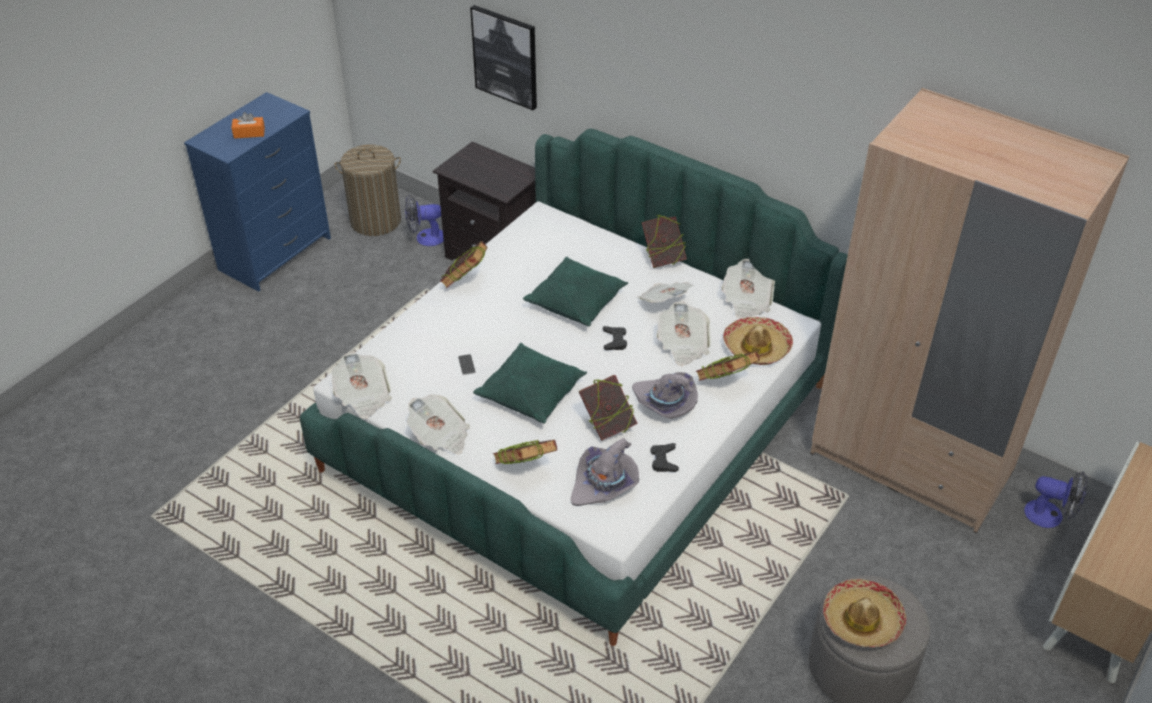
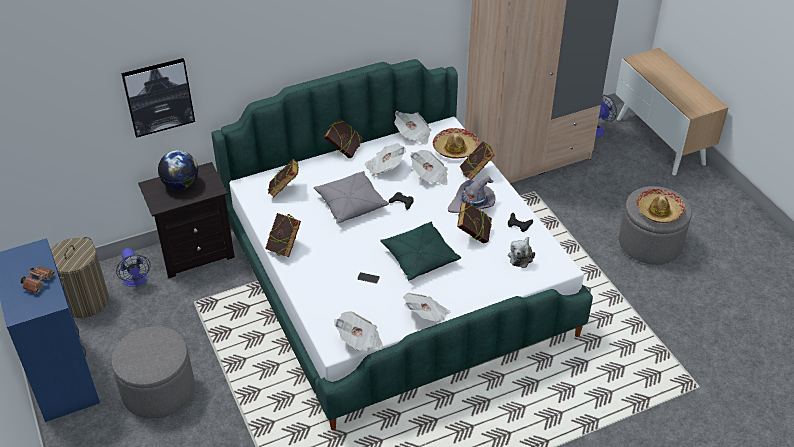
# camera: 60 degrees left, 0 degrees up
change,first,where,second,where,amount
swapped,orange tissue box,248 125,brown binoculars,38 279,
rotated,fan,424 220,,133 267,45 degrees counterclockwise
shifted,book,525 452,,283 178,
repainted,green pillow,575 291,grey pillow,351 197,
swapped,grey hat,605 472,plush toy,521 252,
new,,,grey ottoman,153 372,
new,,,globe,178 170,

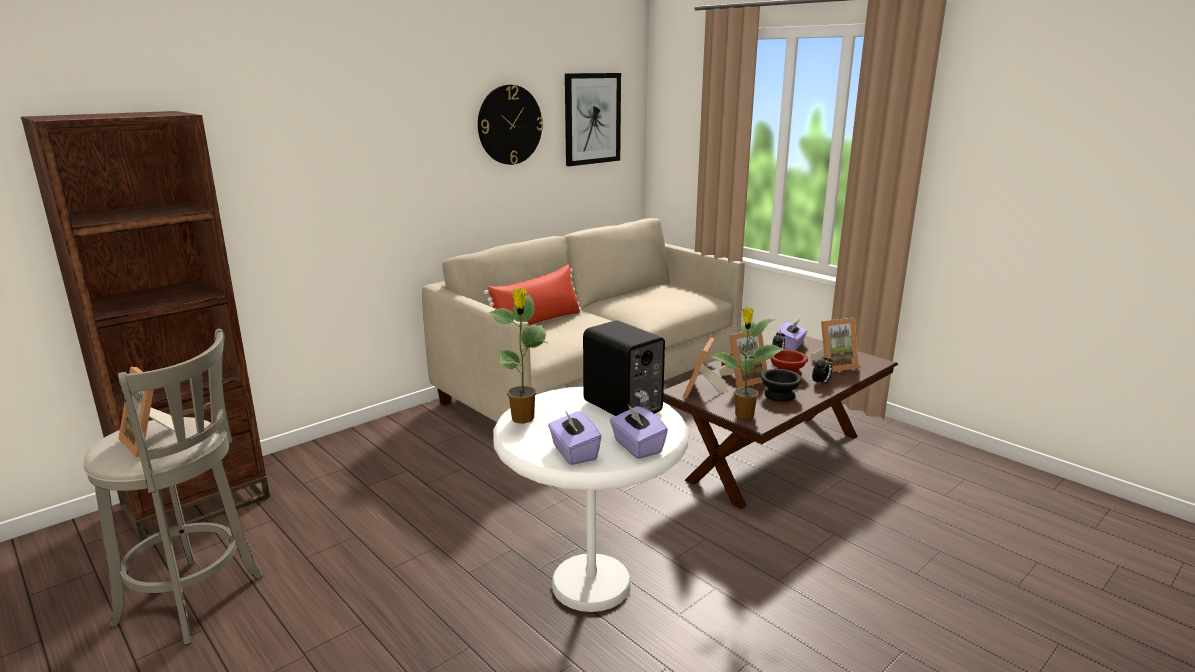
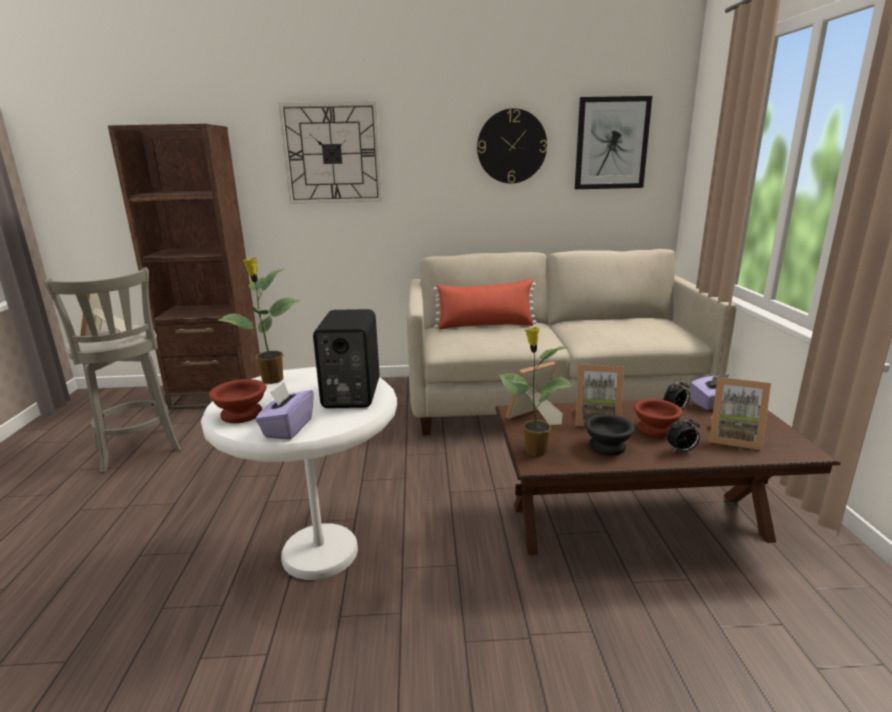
# camera: 40 degrees right, 0 degrees up
change,first,where,second,where,amount
swapped,purple tissue box,575 438,brown bowl,237 401,
new,,,wall clock,330 153,

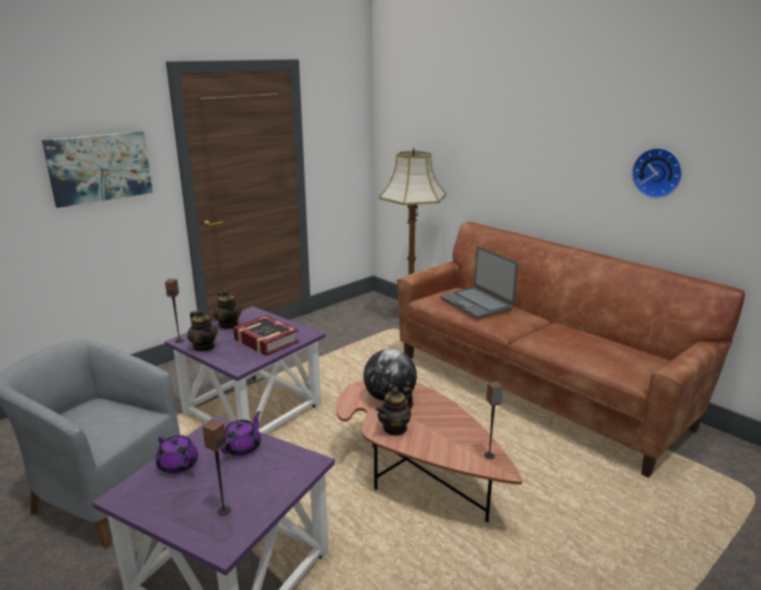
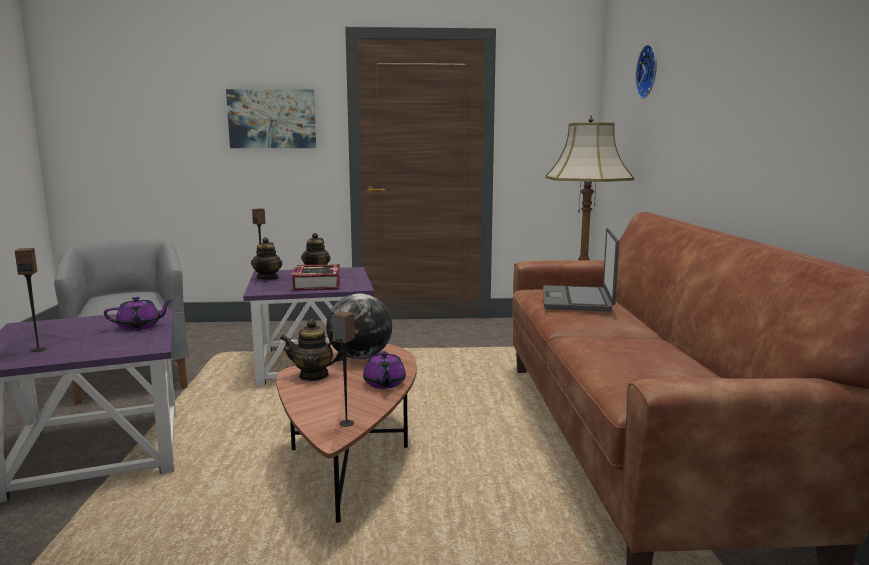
# camera: 40 degrees right, 10 degrees down
change,first,where,second,where,amount
shifted,purple teapot,177 454,,384 370,
shifted,wall clock,657 173,,646 71,

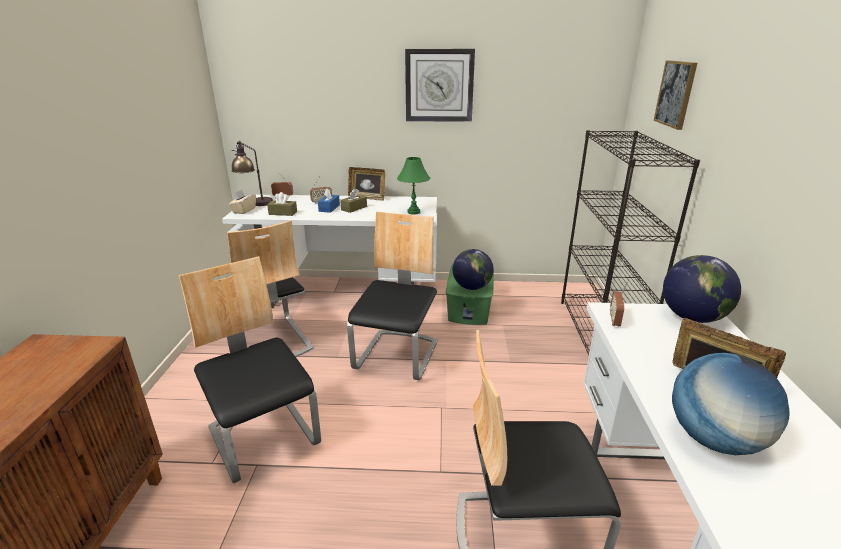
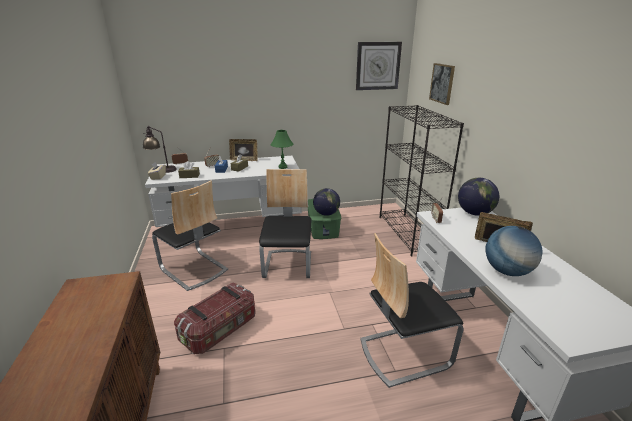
# camera: 15 degrees left, 0 degrees up
change,first,where,second,where,amount
swapped,chair,250 370,storage box,214 318,
shifted,wall clock,440 85,,379 66,

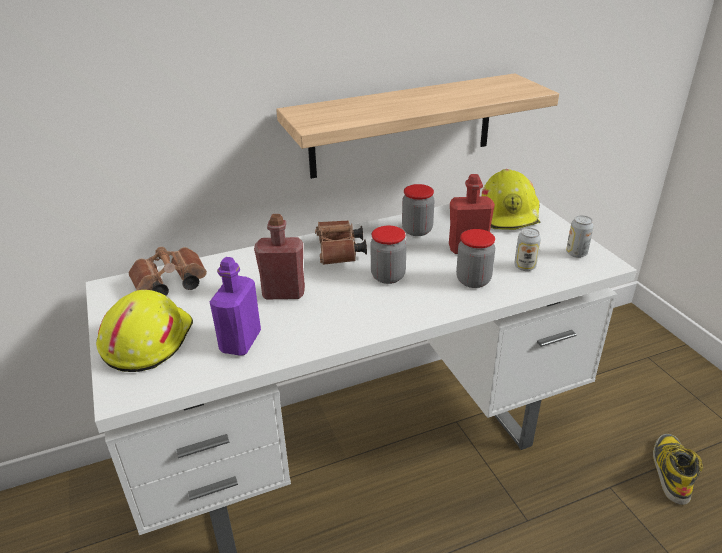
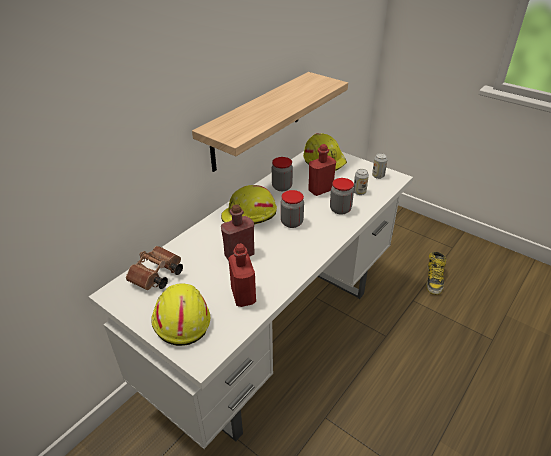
# camera: 30 degrees left, 5 degrees up
change,first,where,second,where,amount
repainted,purple bottle,235 306,red bottle,242 275,
swapped,brown binoculars,341 242,yellow hard hat,249 205,
rotated,boot,678 469,,436 273,150 degrees counterclockwise

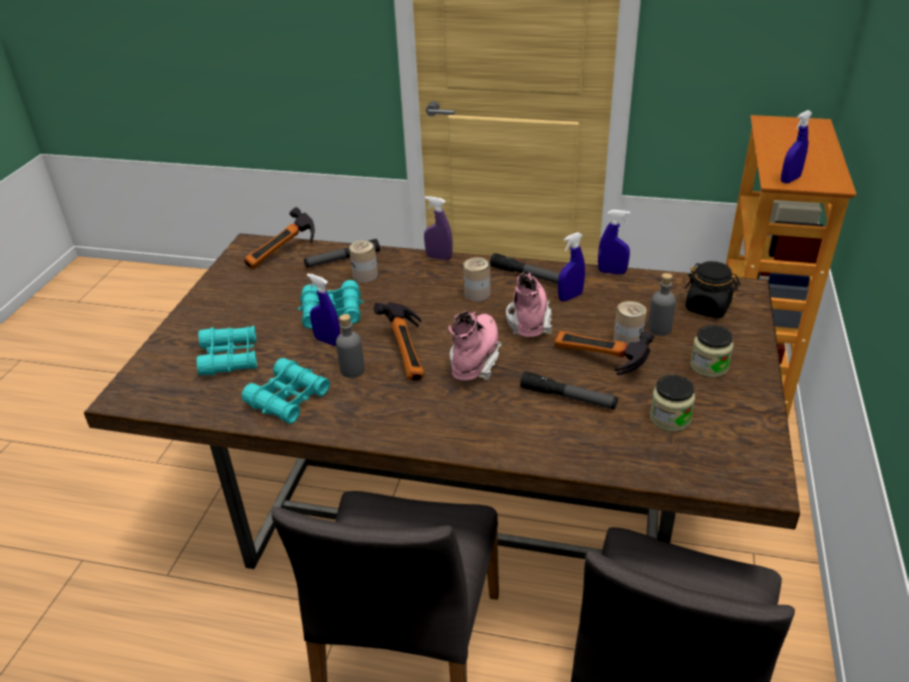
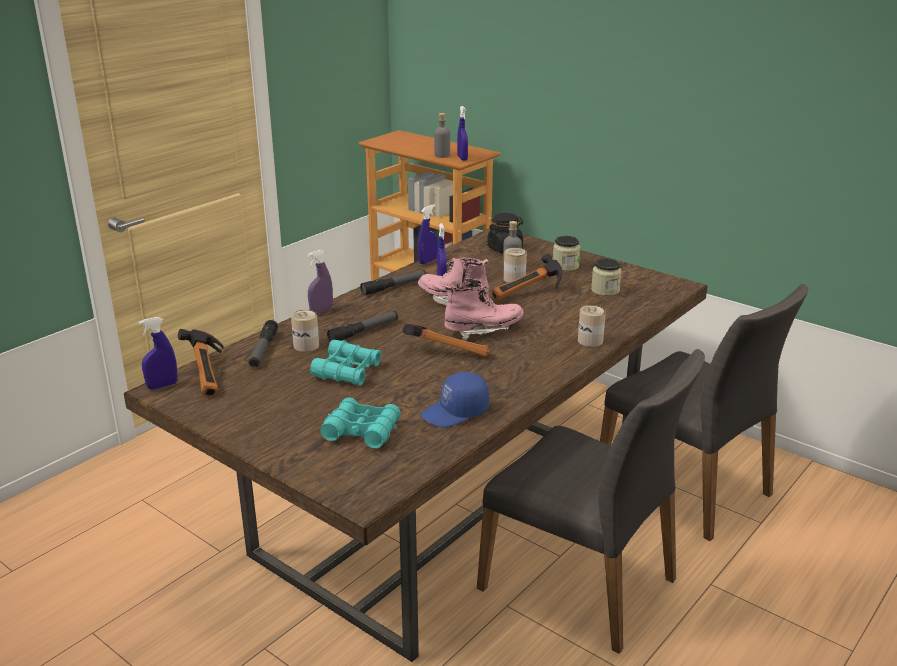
# camera: 65 degrees left, 10 degrees down
change,first,where,second,where,amount
swapped,turquoise binoculars,286 391,blue cap,455 400,
shifted,blue spray bottle,323 309,,158 353,
shifted,grey bottle,350 346,,442 135,
rotated,pink boot,475 345,,484 309,120 degrees clockwise
shifted,can,477 279,,592 326,
shifted,flashlight,569 390,,362 326,

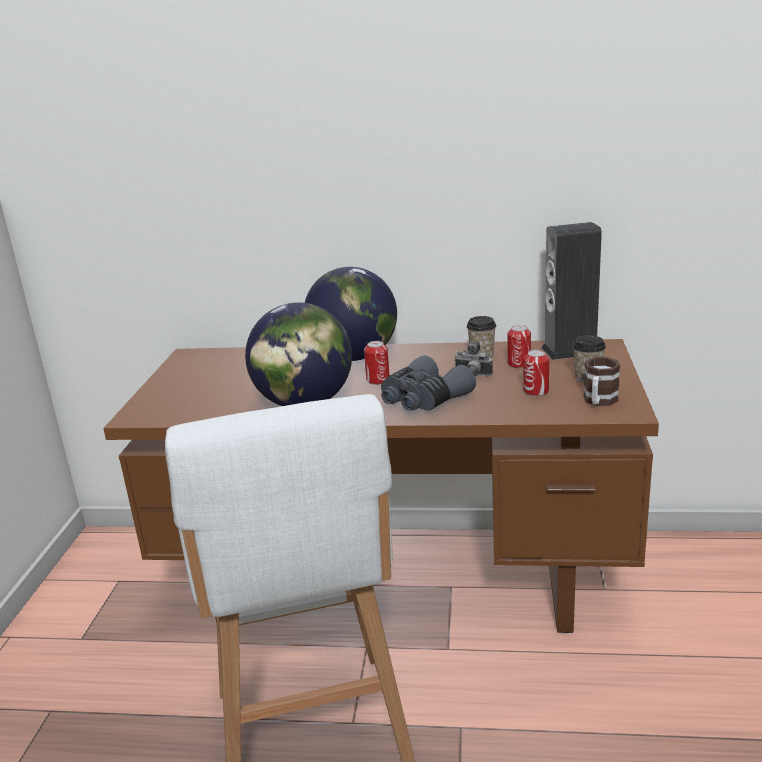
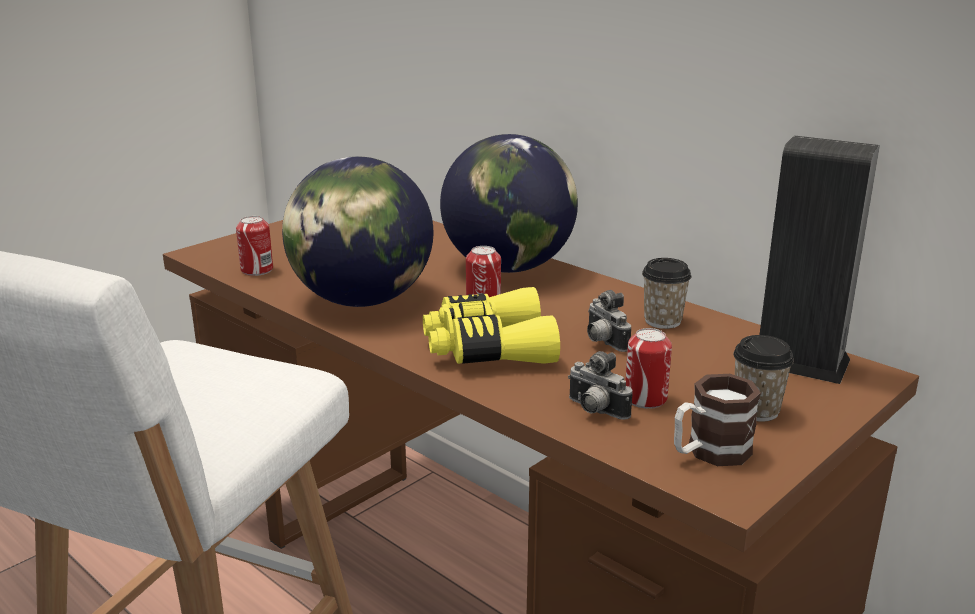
# camera: 35 degrees right, 0 degrees up
change,first,where,second,where,amount
repainted,grey binoculars,428 383,yellow binoculars,491 325,
shifted,can,519 346,,254 246,
new,,,photo camera,600 385,

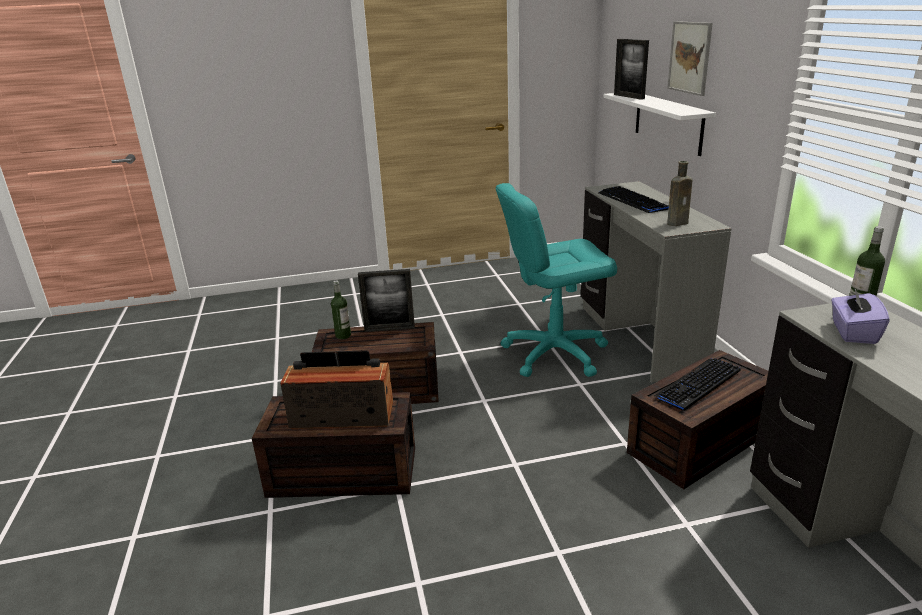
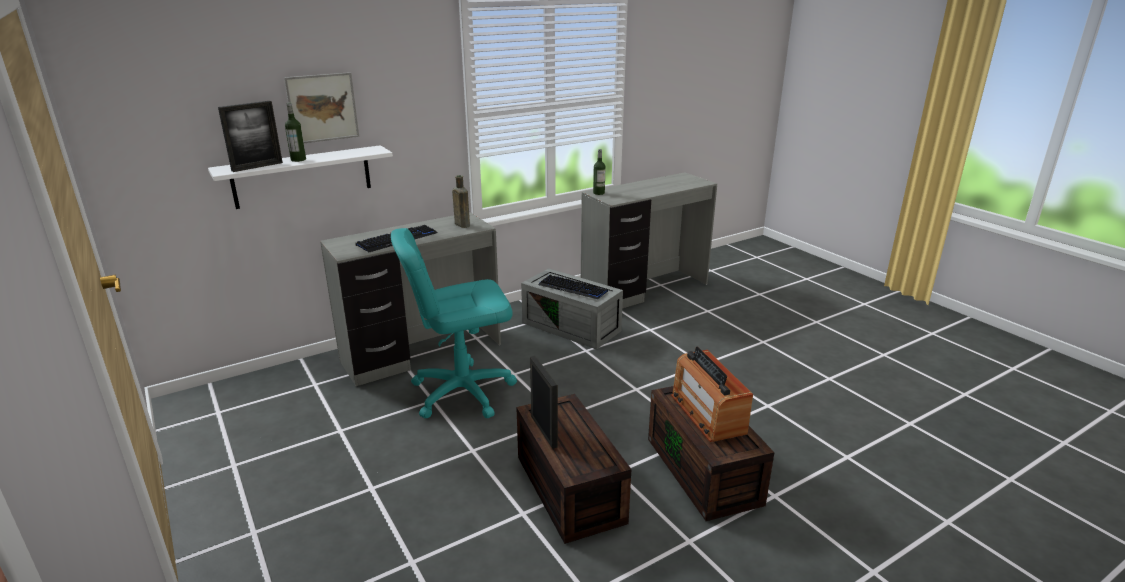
# camera: 110 degrees left, 0 degrees up
change,first,where,second,where,amount
shifted,bottle,341 310,,295 132,
rotated,turquoise office chair,556 280,,454 323,105 degrees clockwise
repainted,brown storage box,697 419,grey storage box,572 309,
gone,purple tissue box,860 315,,,

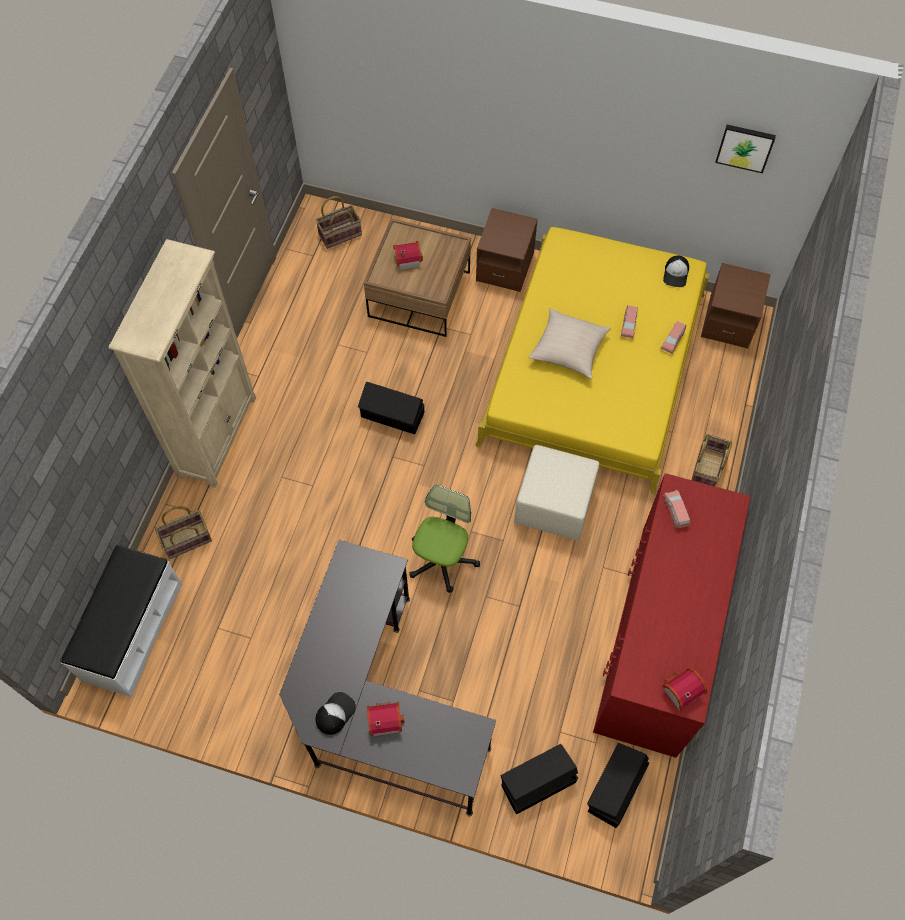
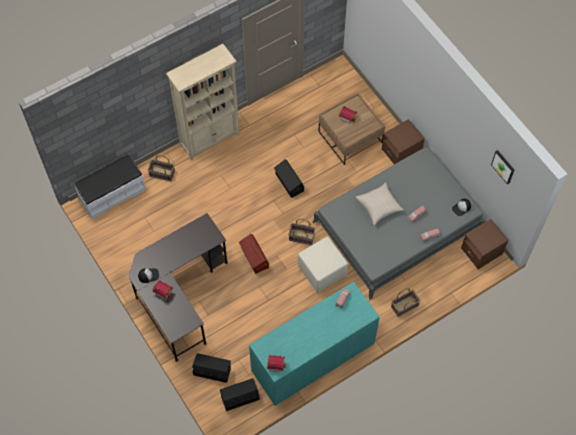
# camera: 40 degrees right, 0 degrees up
change,first,where,second,where,amount
shifted,basket,339 222,,302 232,
swapped,office chair,444 539,brown storage box,254 254,
repainted,yellow bed,592 361,grey bed,398 223,
repainted,red dresser,672 615,turquoise dresser,314 344,

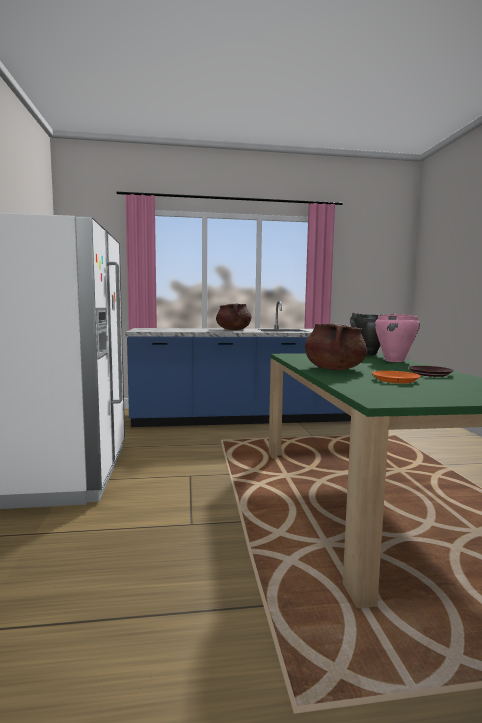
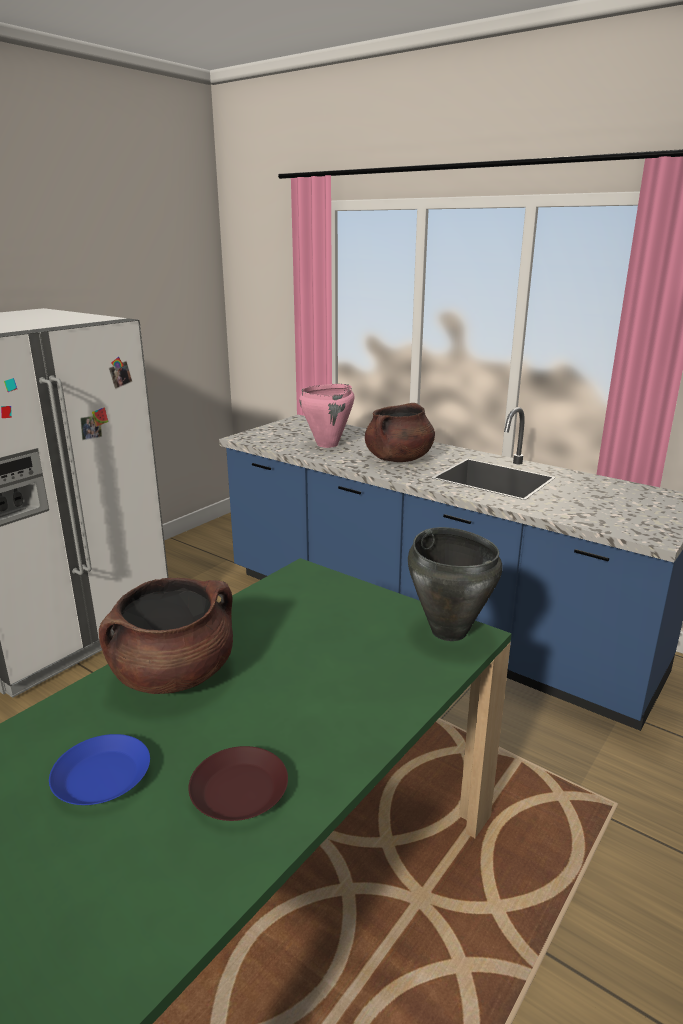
# camera: 45 degrees right, 15 degrees up
change,first,where,second,where,amount
repainted,orange plate,396 377,blue plate,99 769,
shifted,pink cooking pot,397 338,,326 416,

